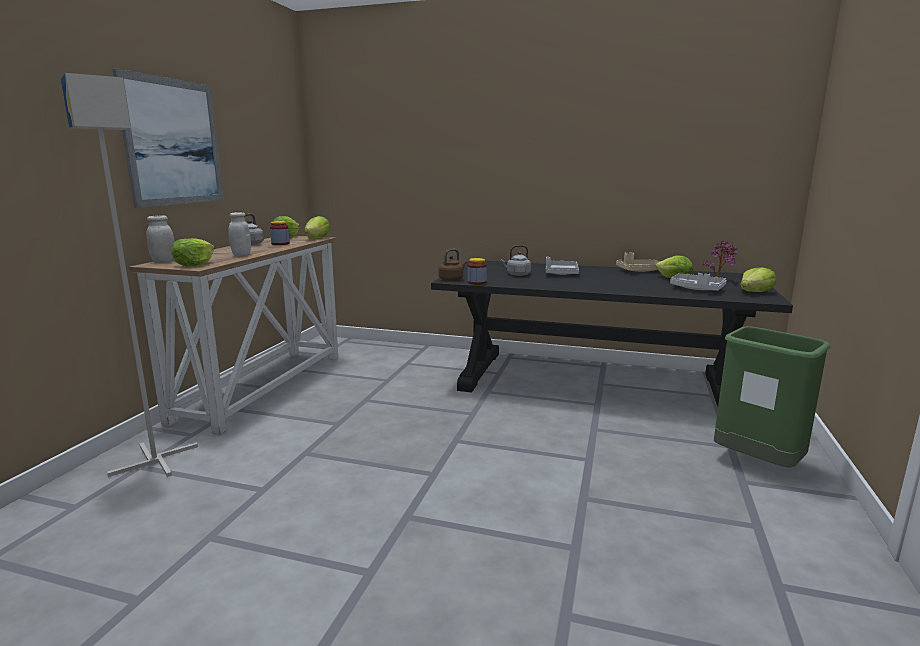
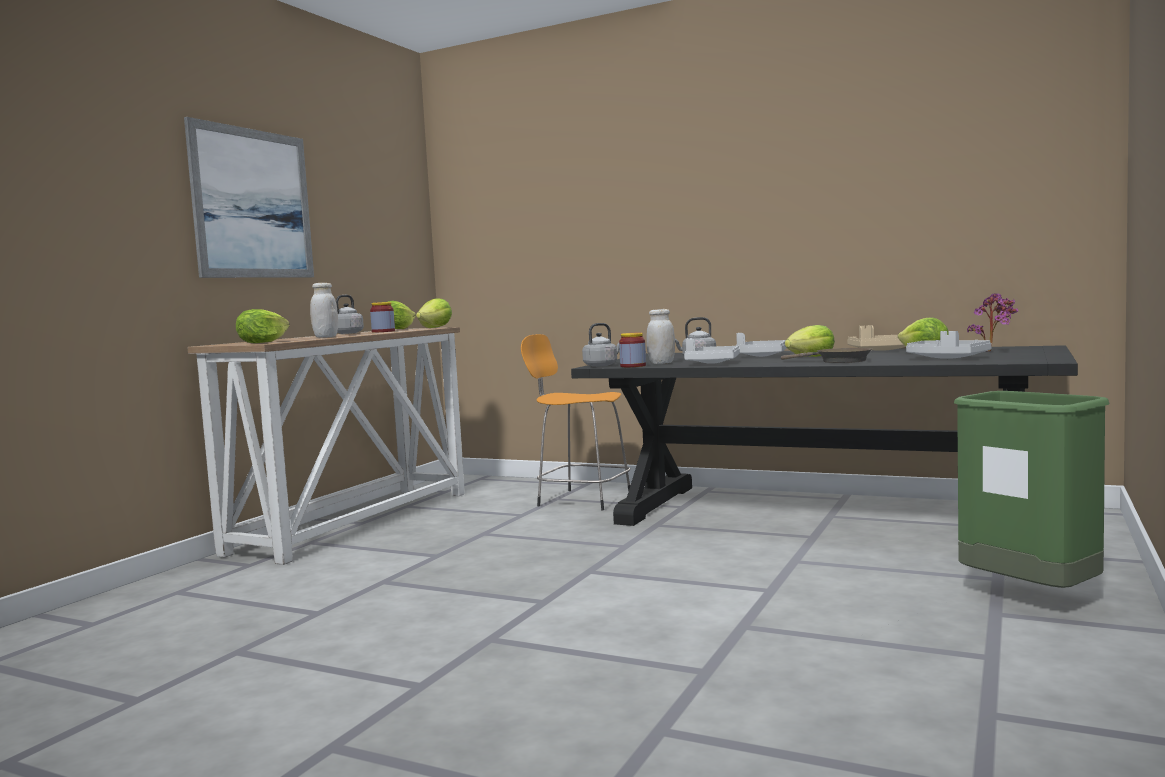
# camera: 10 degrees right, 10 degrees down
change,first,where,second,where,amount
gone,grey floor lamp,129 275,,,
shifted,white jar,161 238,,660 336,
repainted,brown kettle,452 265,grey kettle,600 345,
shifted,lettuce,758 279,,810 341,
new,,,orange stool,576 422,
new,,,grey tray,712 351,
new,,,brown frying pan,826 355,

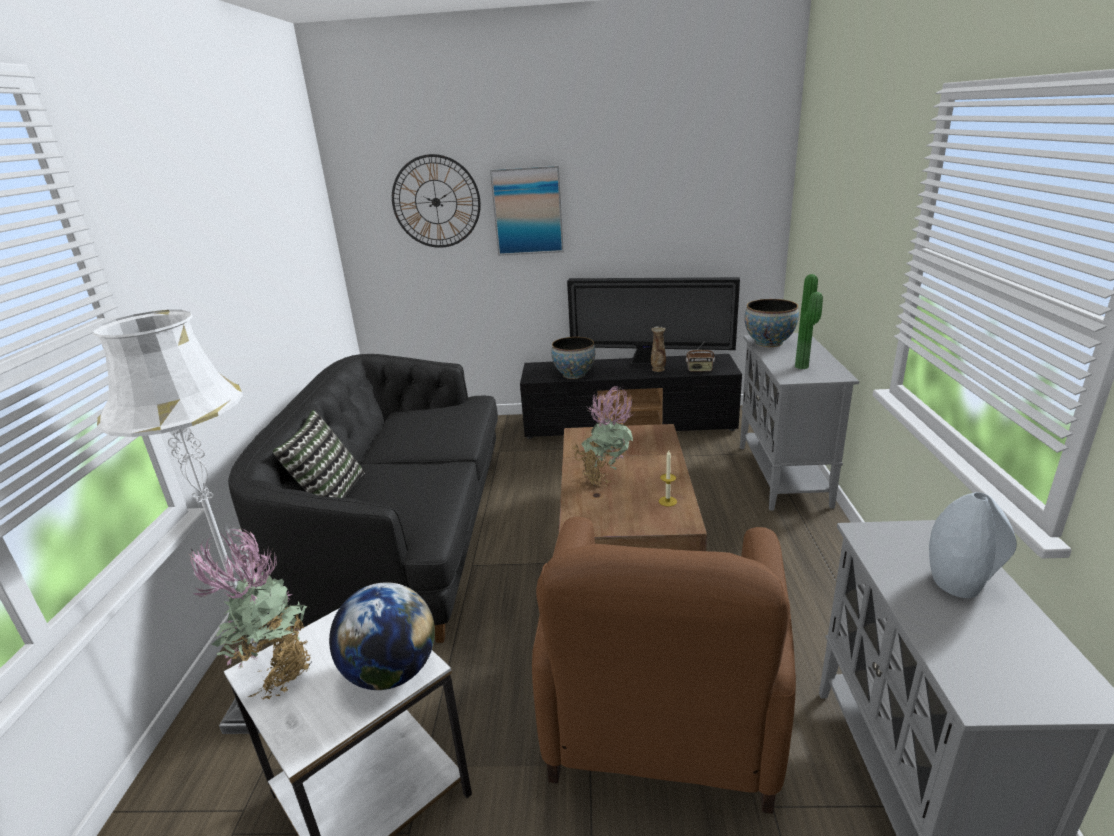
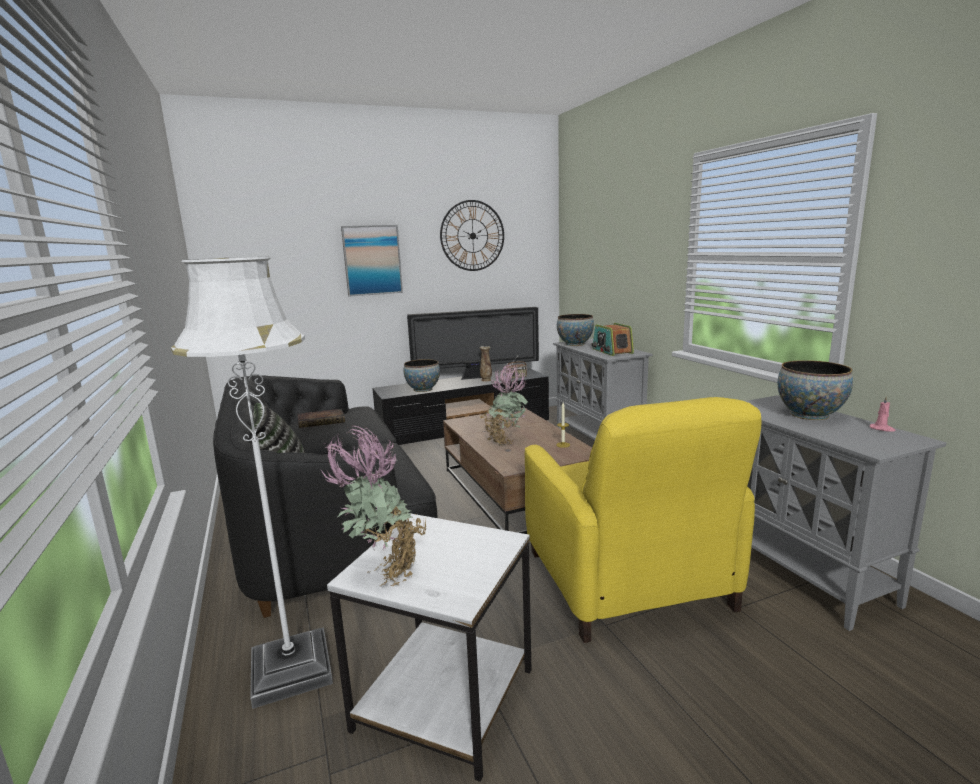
# camera: 25 degrees left, 10 degrees down
change,first,where,second,where,amount
gone,globe,382 636,,,
shifted,wall clock,436 201,,472 235,
repainted,brown armchair,664 665,yellow armchair,643 520,
swapped,potted plant,809 321,radio,612 339,
swapped,grey vase,973 545,bowl,815 390,
new,,,book,321 418,
new,,,pink candle,883 414,

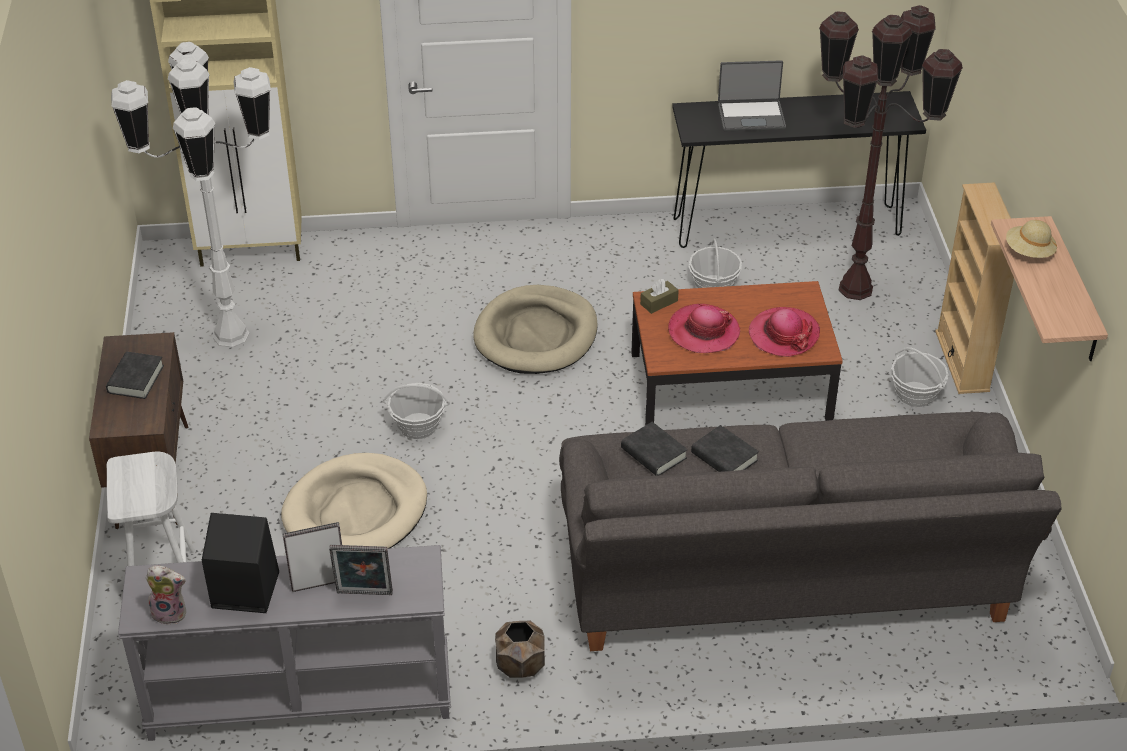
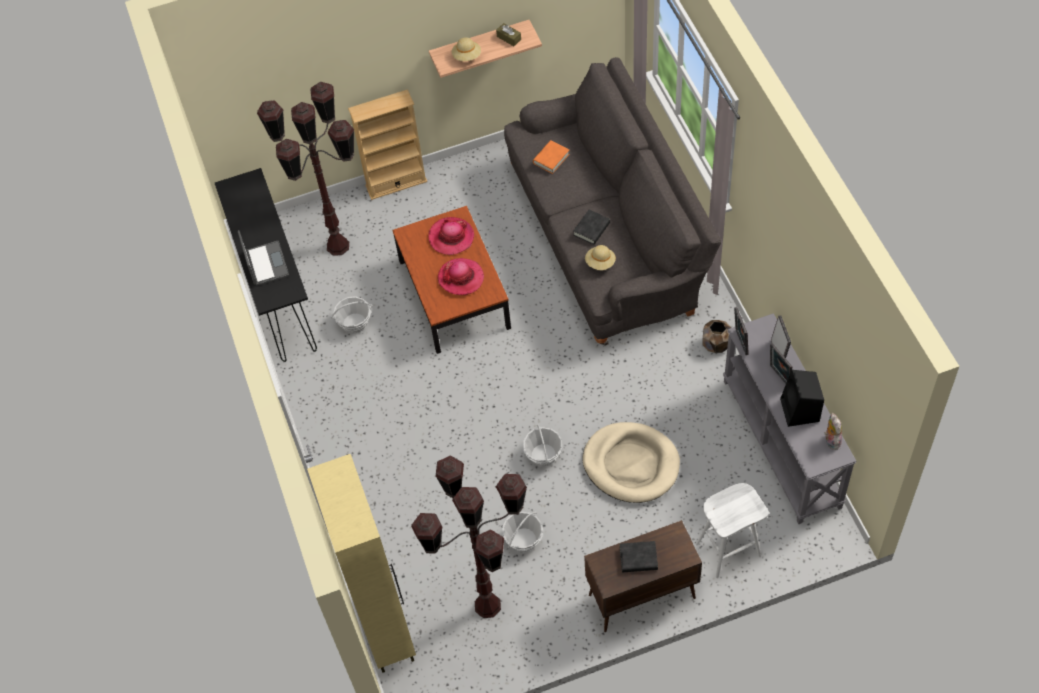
# camera: 100 degrees left, 15 degrees up
change,first,where,second,where,amount
repainted,white floor lamp,191 195,brown floor lamp,469 536,
gone,beige dog bed,535 329,,,
swapped,black book,654 449,beige hat,600 257,
shifted,brown tissue box,659 296,,508 34,
shifted,basket,919 377,,522 532,
new,,,orange book,551 157,
new,,,picture frame,741 331,

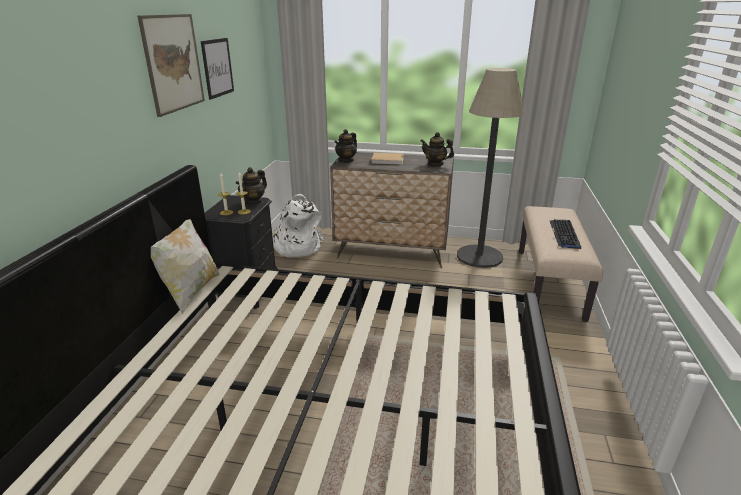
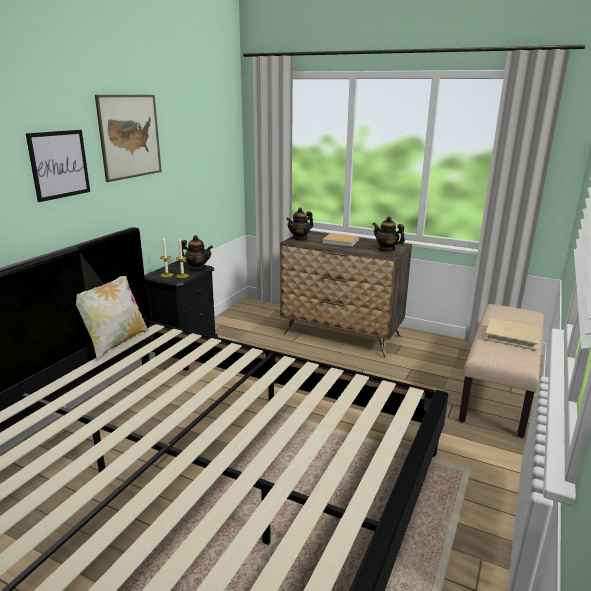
# camera: 15 degrees right, 5 degrees down
change,first,where,second,where,amount
shifted,picture,217 69,,58 166,
rotated,teapot,251 186,,196 252,120 degrees counterclockwise
gone,white backpack,298 225,,,
gone,floor lamp,491 168,,,
swapped,keyboard,565 234,beige book,512 334,

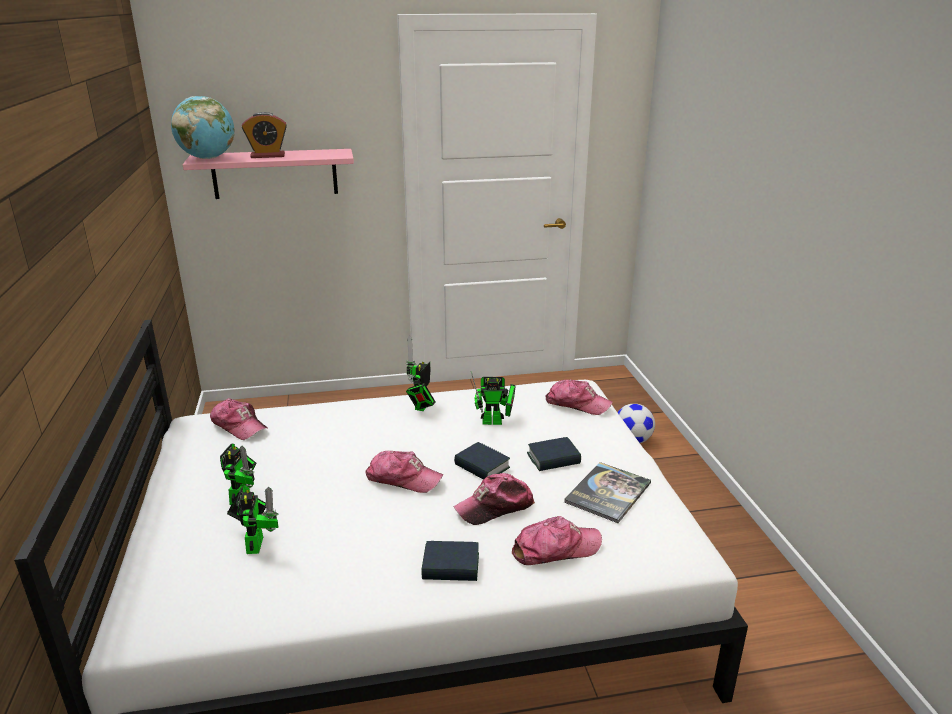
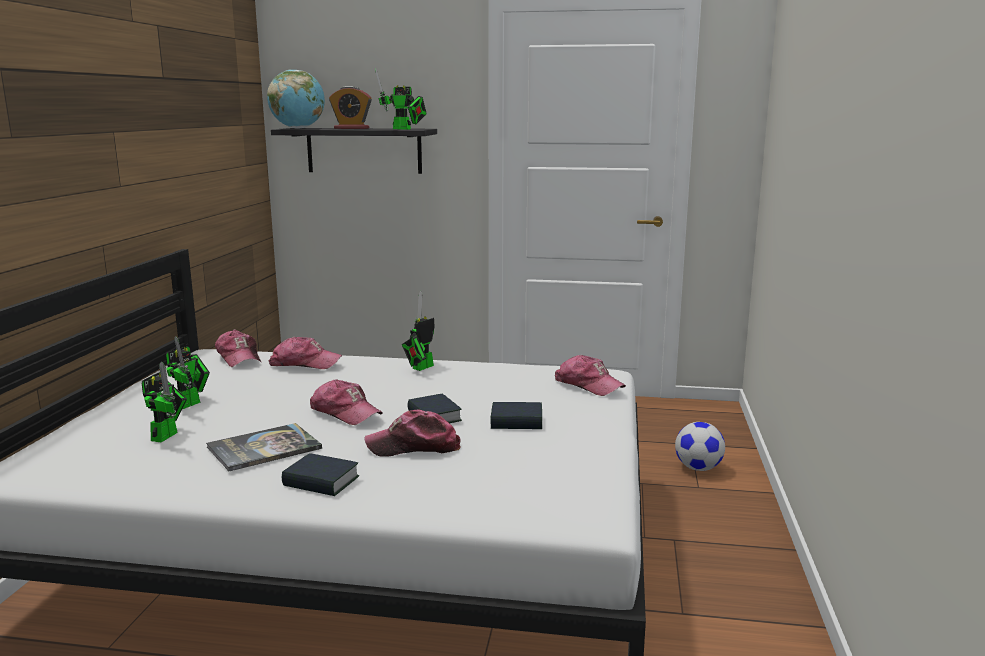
# camera: 20 degrees right, 10 degrees down
change,first,where,second,where,amount
repainted,pink shelf,268 174,black shelf,354 151,
shifted,toy robot,493 398,,401 99,
shifted,cap,557 540,,305 353,
shifted,book,607 492,,264 447,

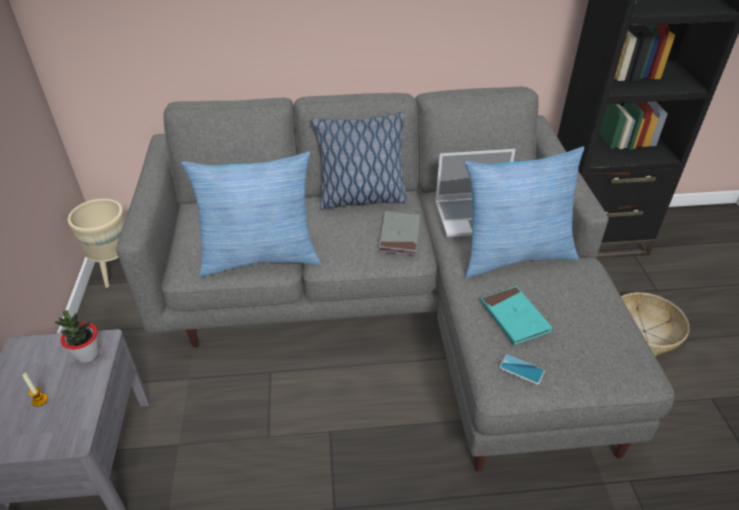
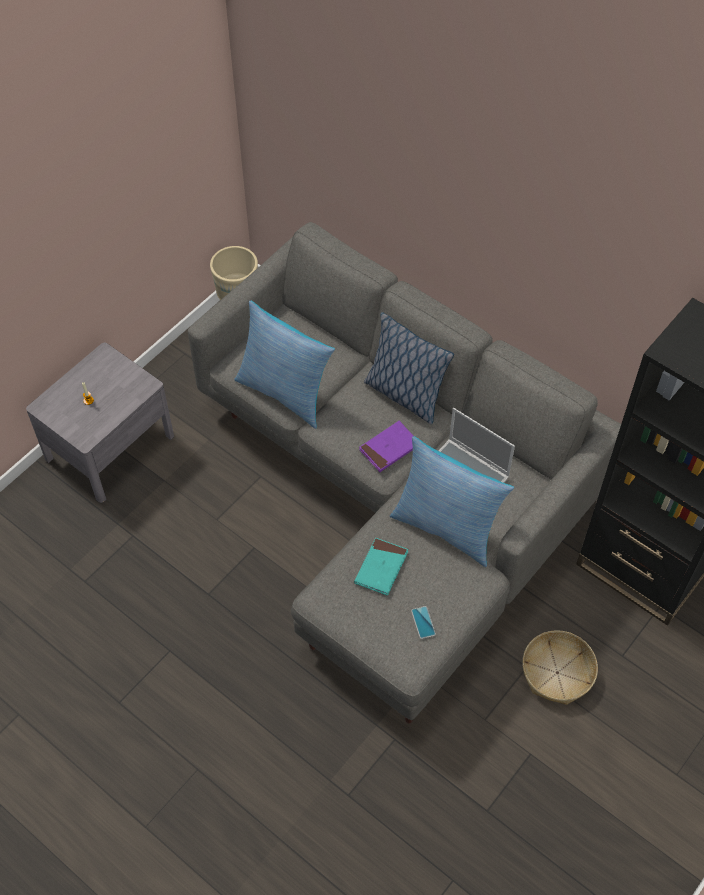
# camera: 45 degrees right, 15 degrees up
change,first,where,second,where,amount
gone,potted plant,77 336,,,
repainted,grey book,399 233,purple book,386 446,
shifted,phone,522 369,,423 622,

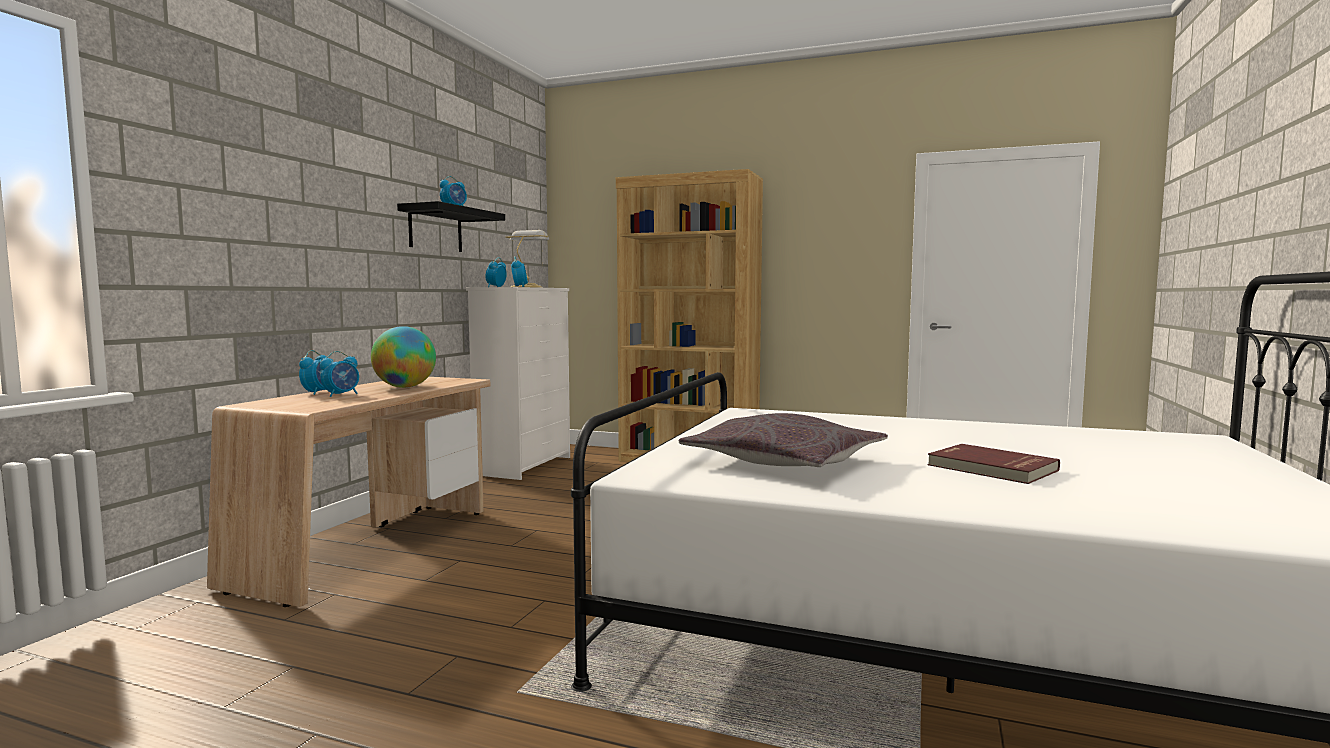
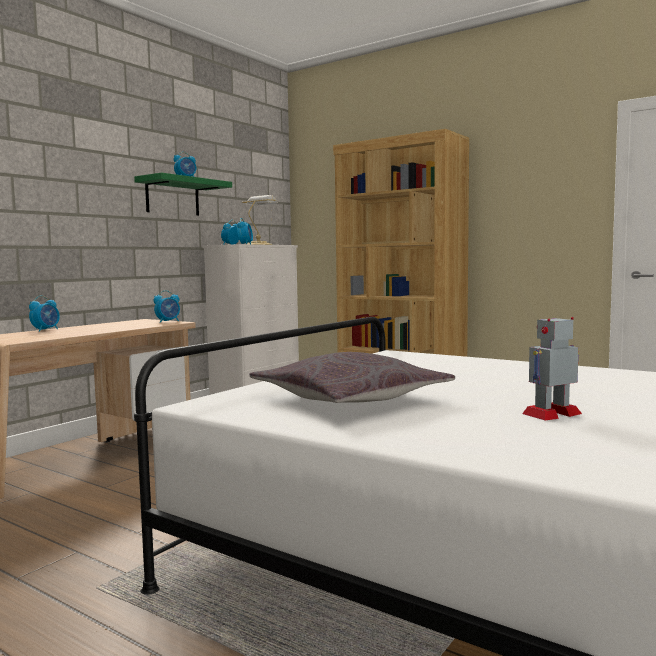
# camera: 15 degrees right, 0 degrees up
change,first,where,second,where,amount
shifted,alarm clock,339 374,,167 306,
gone,globe,403 357,,,
repainted,black shelf,451 226,green shelf,183 194,
swapped,red book,993 464,toy robot,552 368,

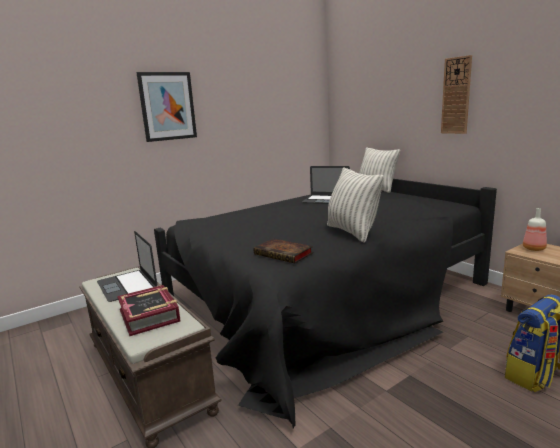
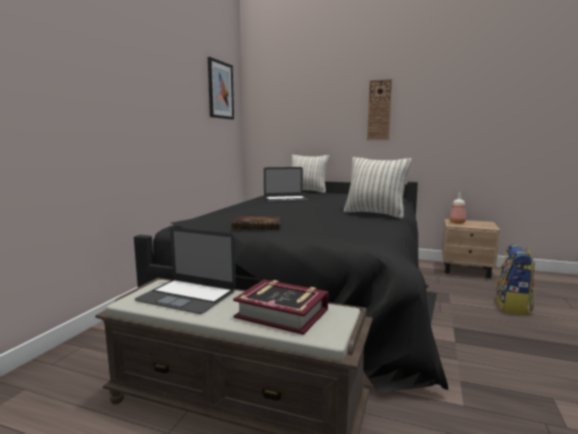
# camera: 35 degrees left, 5 degrees down
change,first,where,second,where,amount
shifted,picture,166 107,,221 88,
shifted,book,283 250,,257 223,

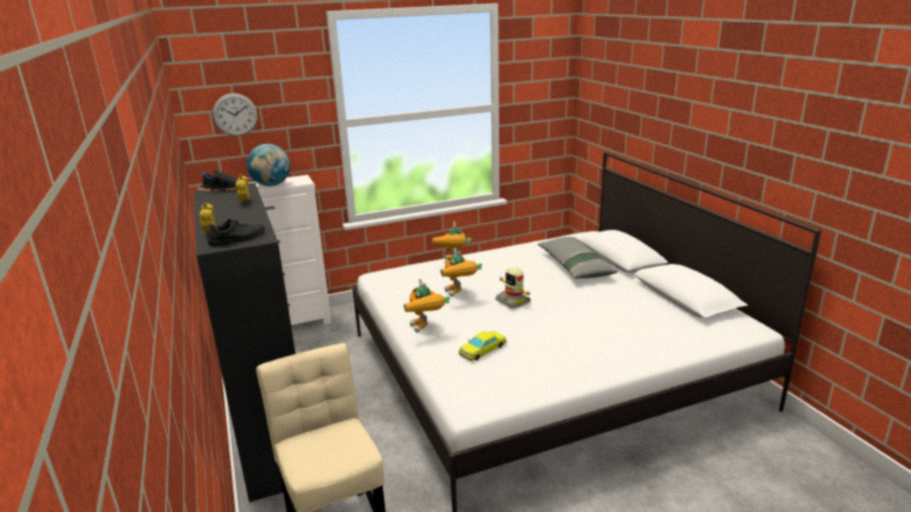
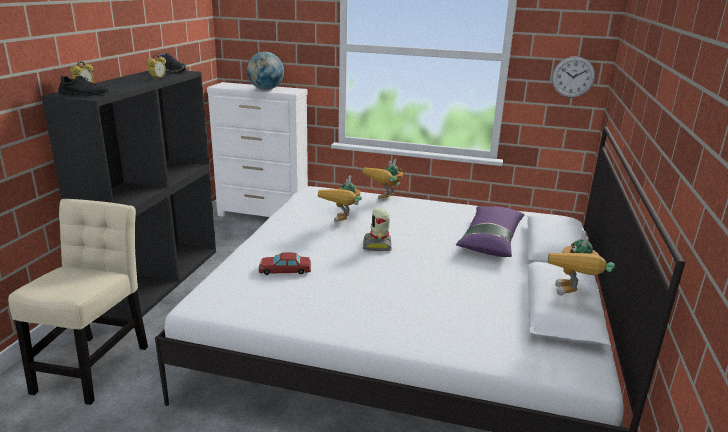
# camera: 35 degrees right, 0 degrees up
change,first,where,second,where,amount
shifted,wall clock,235 114,,573 77,
shifted,toy robot,427 305,,581 262,
repainted,yellow toy car,483 346,red toy car,285 263,
repainted,grey pillow,578 258,purple pillow,490 231,

